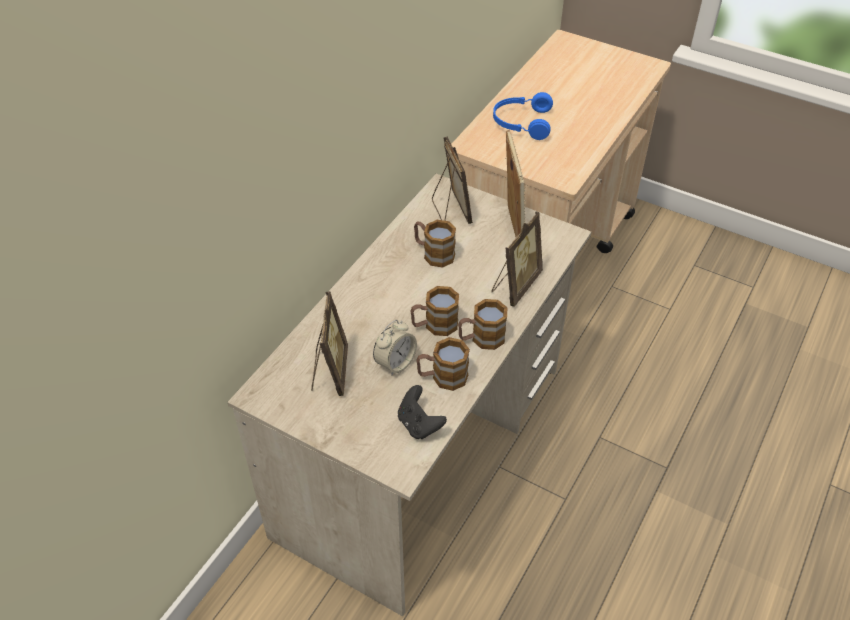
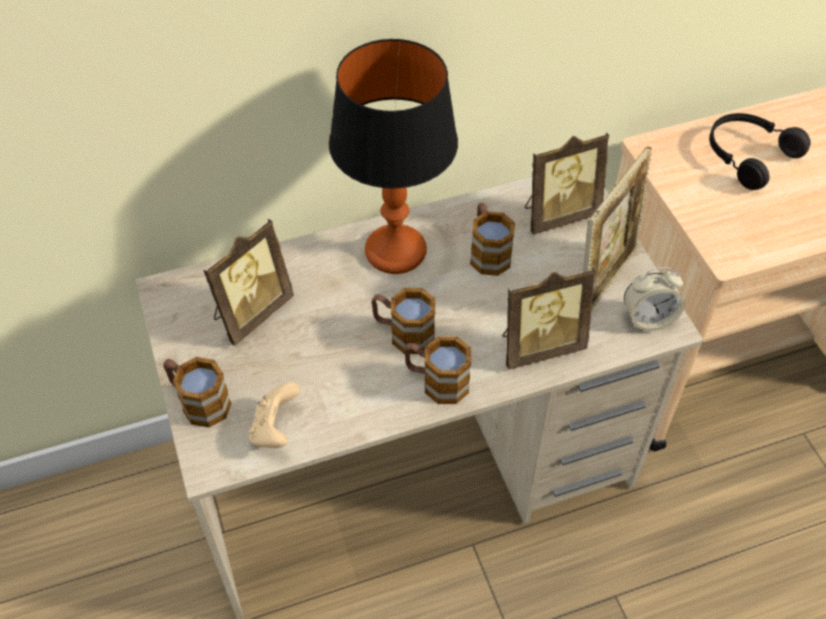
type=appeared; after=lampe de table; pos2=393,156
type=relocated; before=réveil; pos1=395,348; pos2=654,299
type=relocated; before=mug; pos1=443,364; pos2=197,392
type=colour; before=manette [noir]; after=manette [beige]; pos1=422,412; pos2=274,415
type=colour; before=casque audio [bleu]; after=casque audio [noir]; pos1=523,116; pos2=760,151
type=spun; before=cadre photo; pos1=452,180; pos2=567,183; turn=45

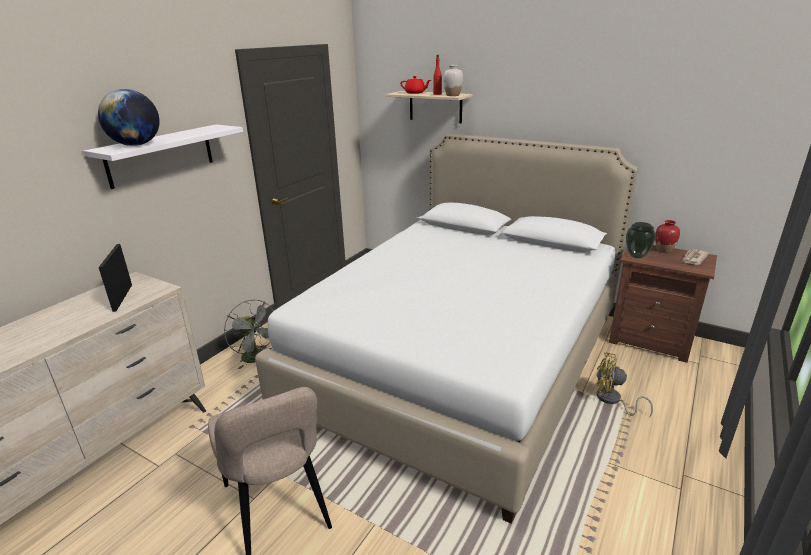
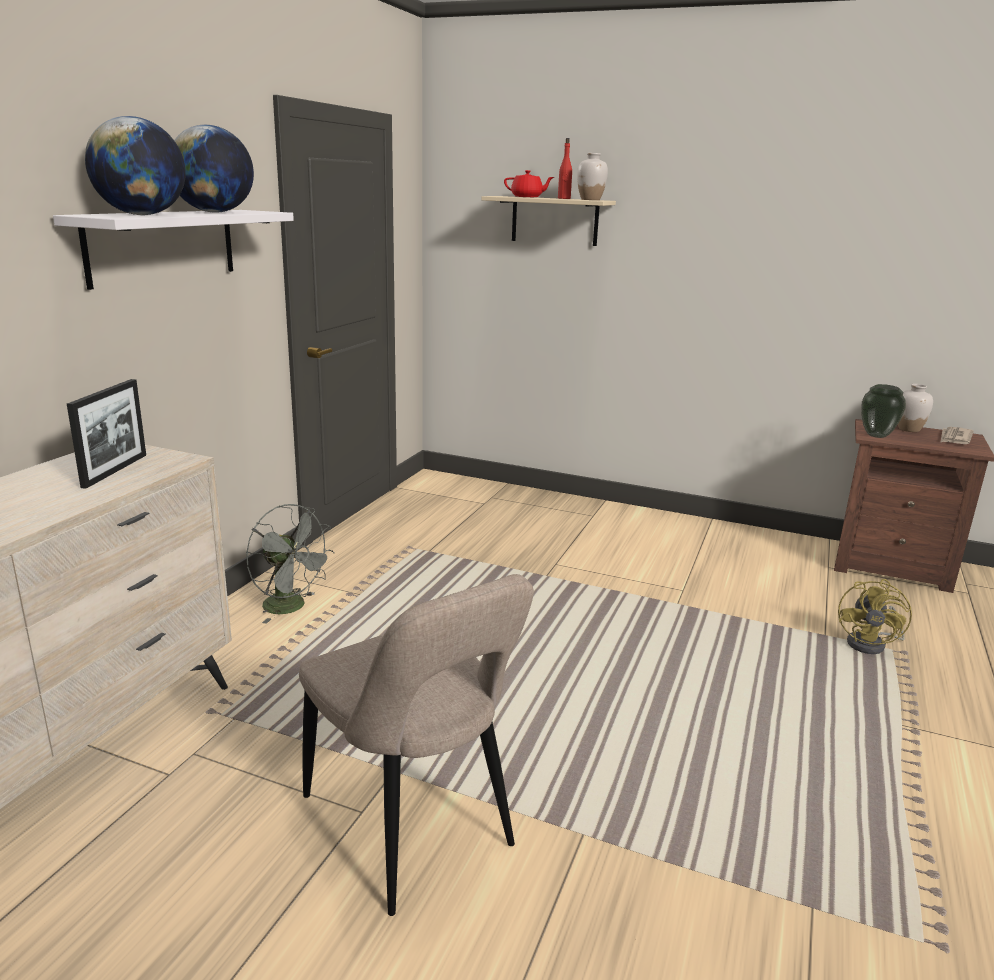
type=missing; before=lit [blanc]; pos1=446,329
type=appeared; after=globe; pos2=214,169
type=colour; before=vase [rouge]; after=vase [blanc]; pos1=667,236; pos2=915,408
type=spun; before=cadre photo; pos1=115,278; pos2=106,434; turn=-150
type=spun; before=ventilateur [jaune]; pos1=624,384; pos2=875,616; turn=-75

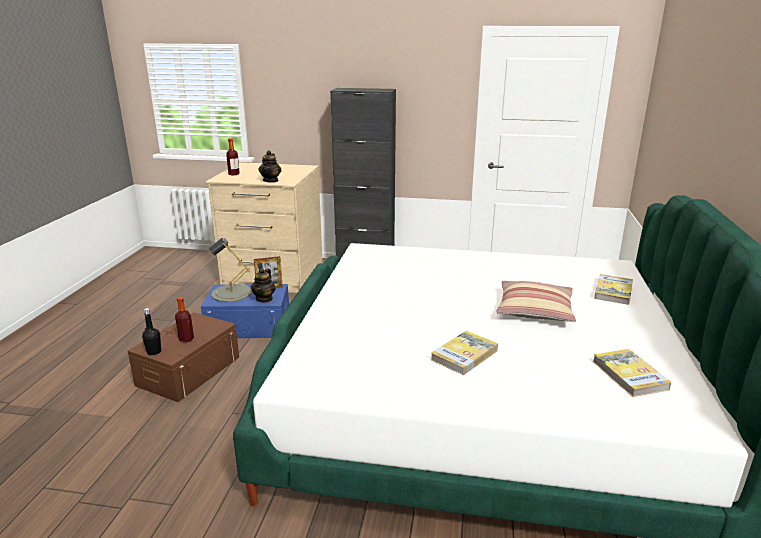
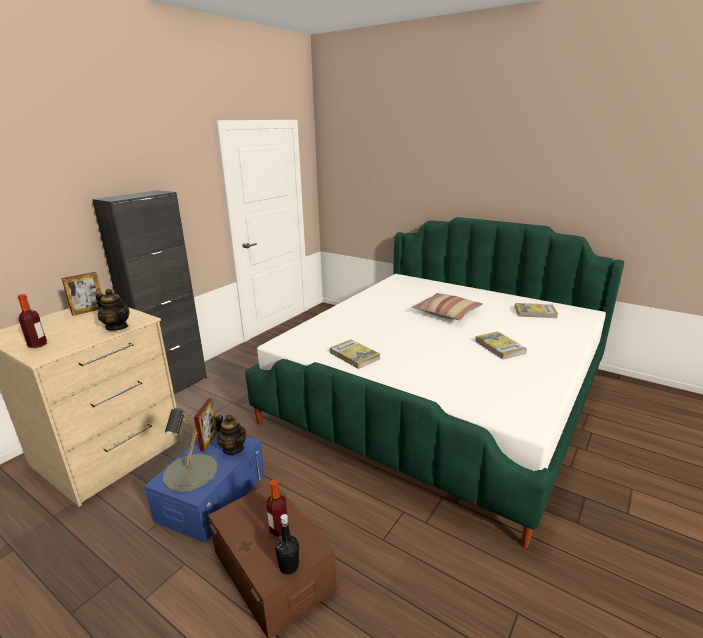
type=appeared; after=cadre photo; pos2=82,294
type=relocated; before=livre; pos1=613,289; pos2=355,354

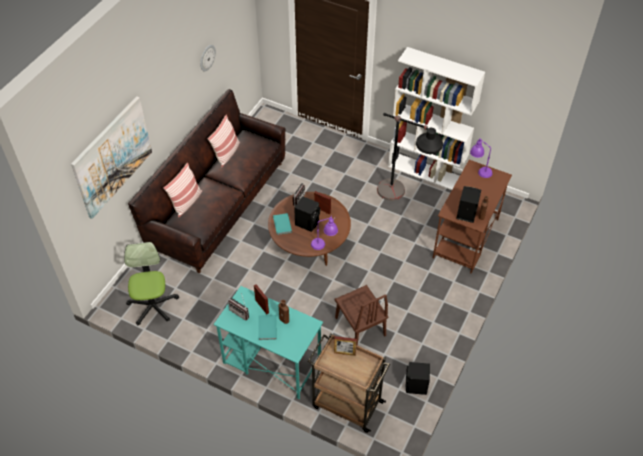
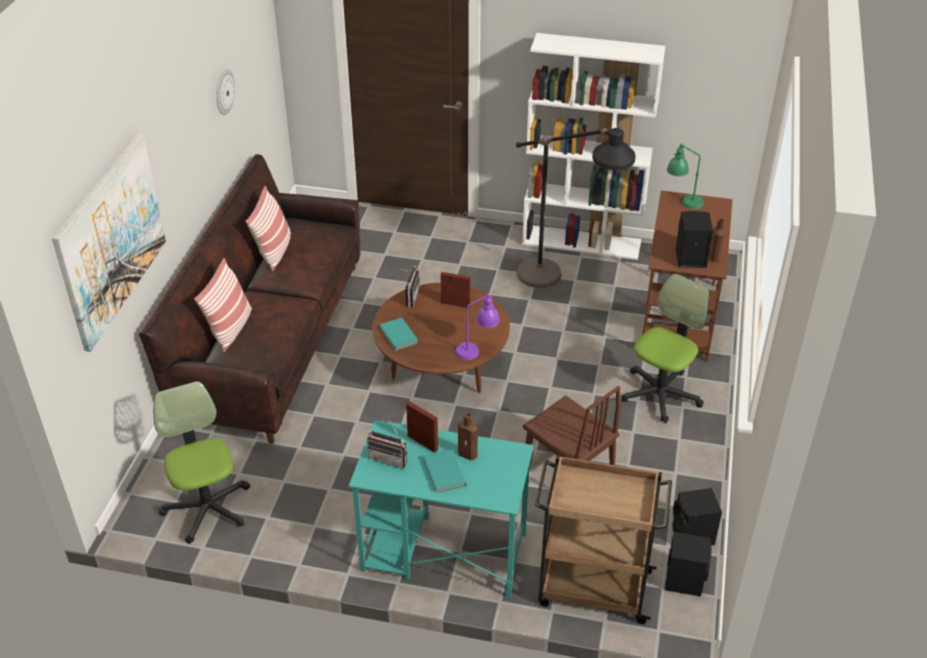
type=missing; before=cadre photo; pos1=345,346
type=appeared; after=chaise de bureau; pos2=665,348
type=relocated; before=enceinte [noir]; pos1=307,214; pos2=688,564
type=colour; before=lampe de table [violet]; after=lampe de table [vert]; pos1=481,158; pos2=685,176

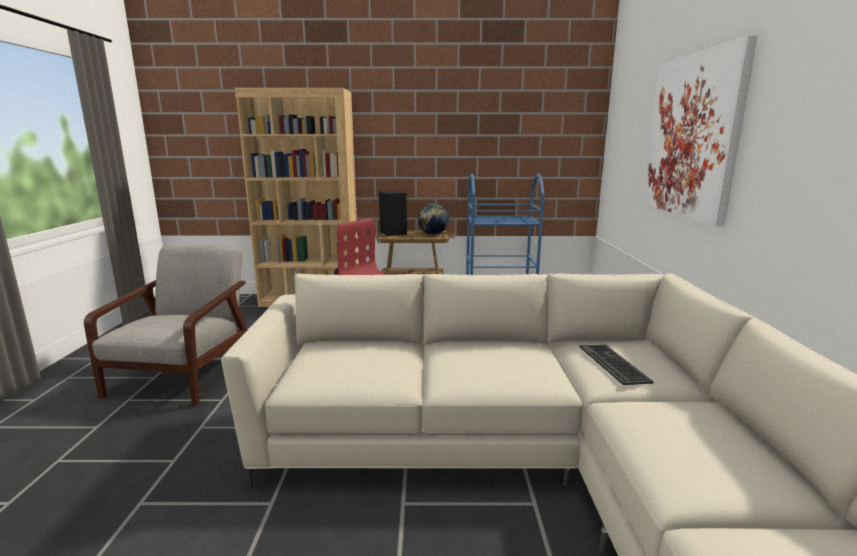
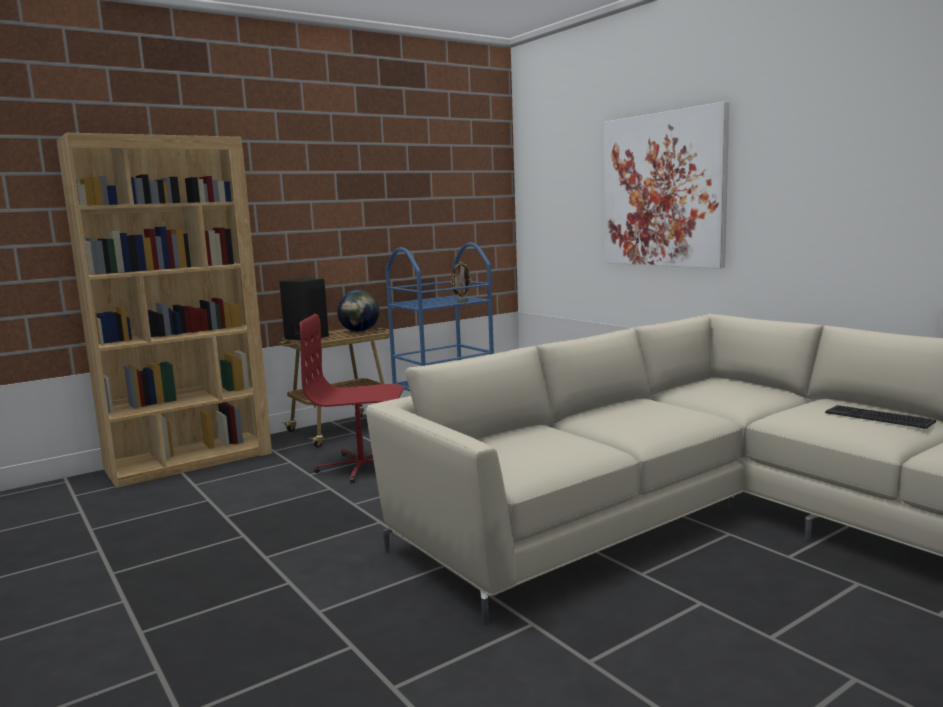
type=missing; before=fauteuil [gris]; pos1=165,325
type=appeared; after=cadre photo; pos2=461,282
type=relocated; before=clavier; pos1=616,364; pos2=880,417

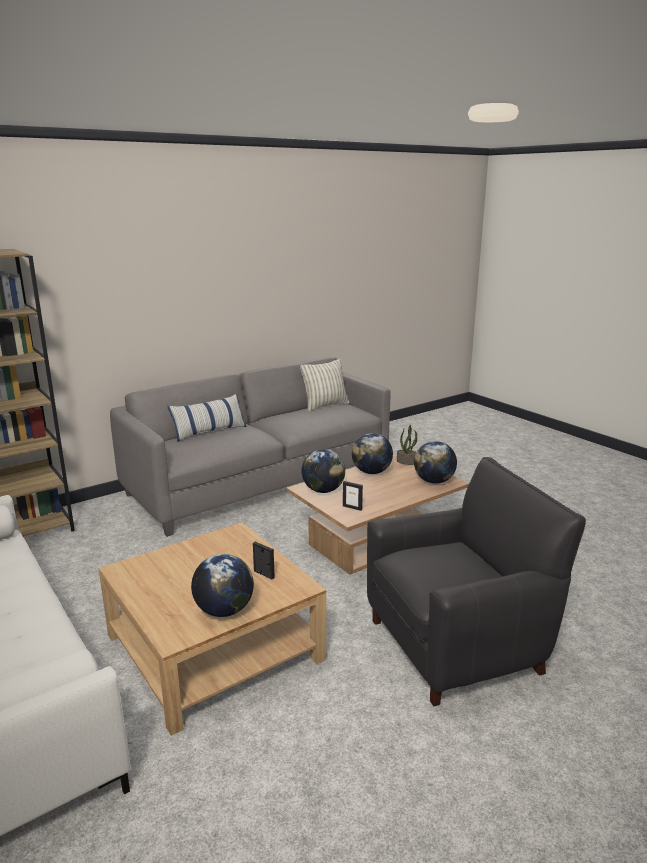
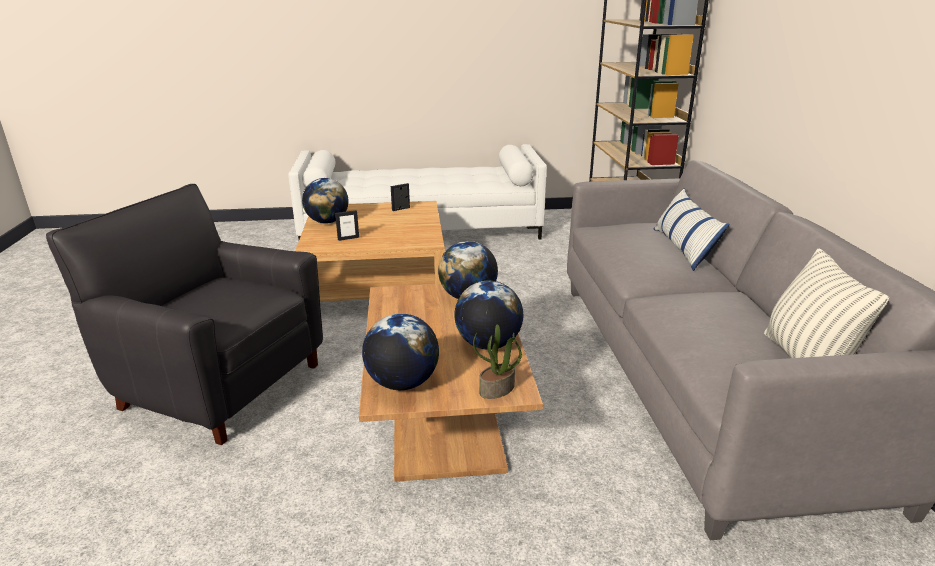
type=relocated; before=cadre photo; pos1=353,496; pos2=400,197
type=spun; before=fauteuil [noir]; pos1=476,581; pos2=184,314; turn=105

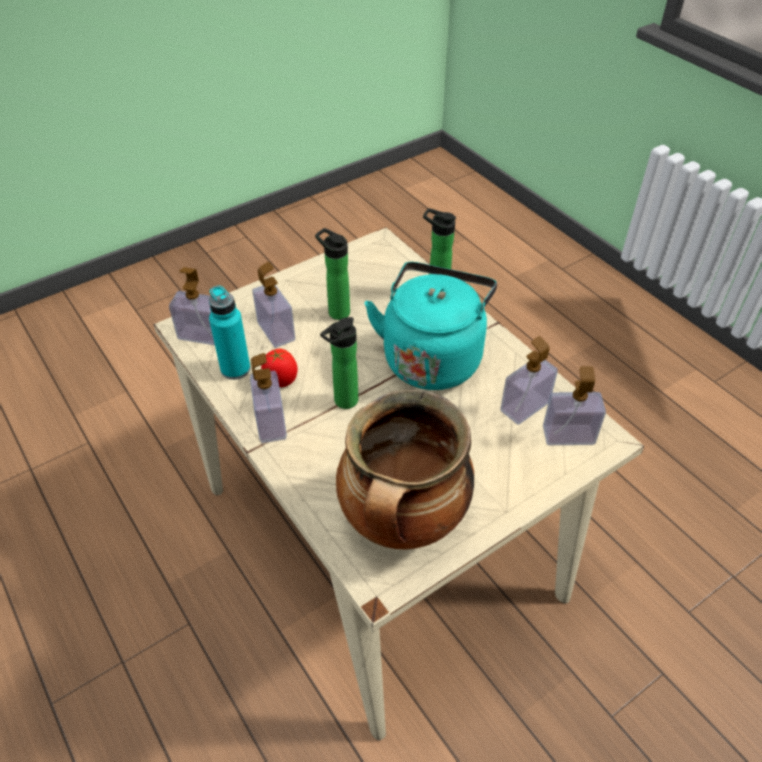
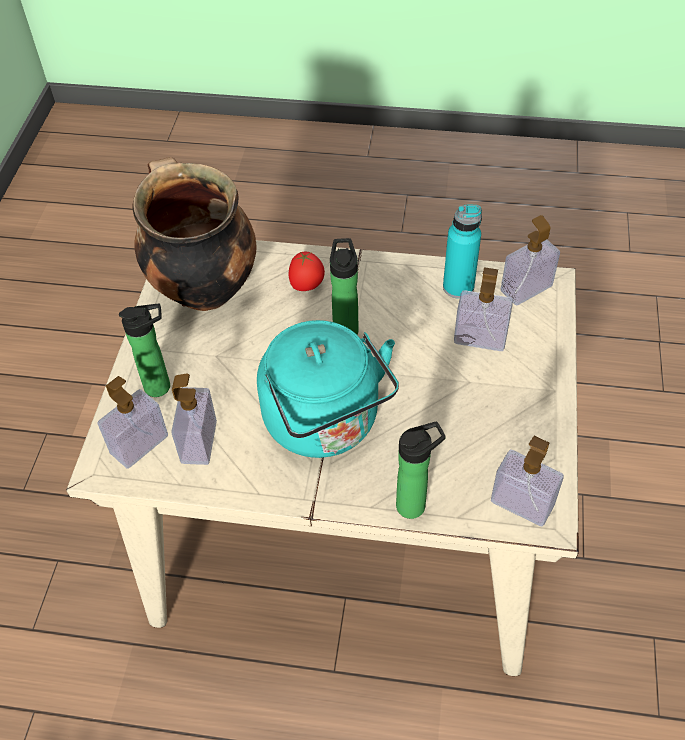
type=relocated; before=distributeur de savon; pos1=268,398; pos2=527,481
type=relocated; before=tomate; pos1=279,368; pos2=307,271
type=relocated; before=bouteille; pos1=332,274; pos2=144,350

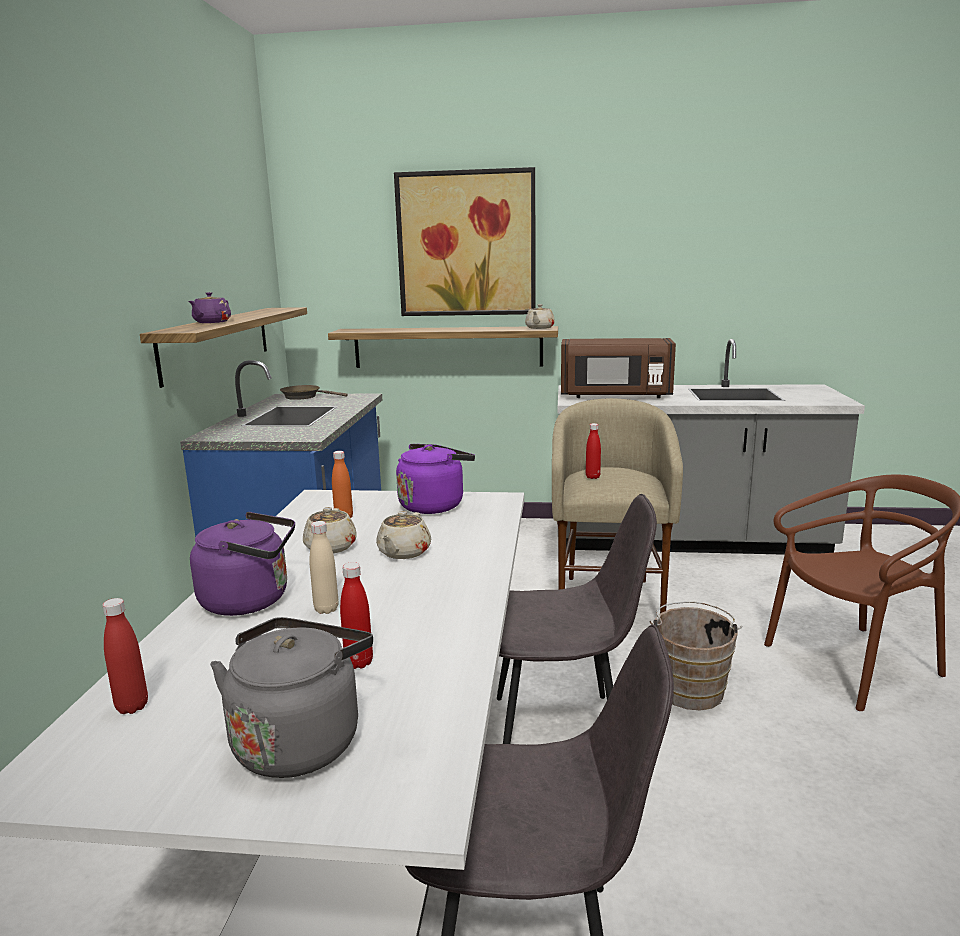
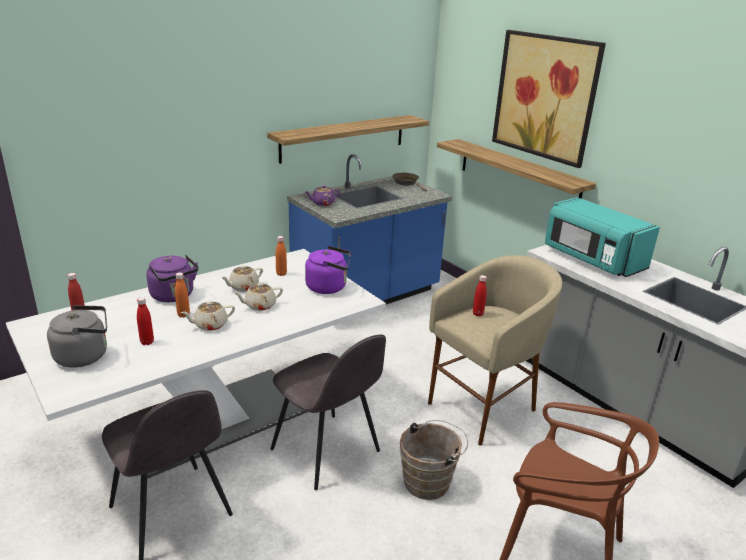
type=relocated; before=théière [violet]; pos1=210,307; pos2=322,195
type=relocated; before=théière [beige]; pos1=540,316; pos2=208,316
type=colour; before=bouteille [beige]; after=bouteille [orange]; pos1=324,567; pos2=182,295
type=colour; before=micro-ondes [marron]; after=micro-ondes [turquoise]; pos1=618,368; pos2=602,237

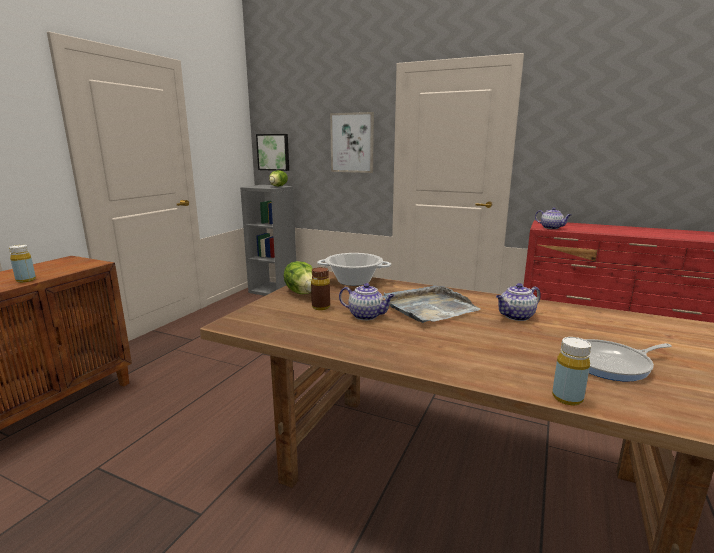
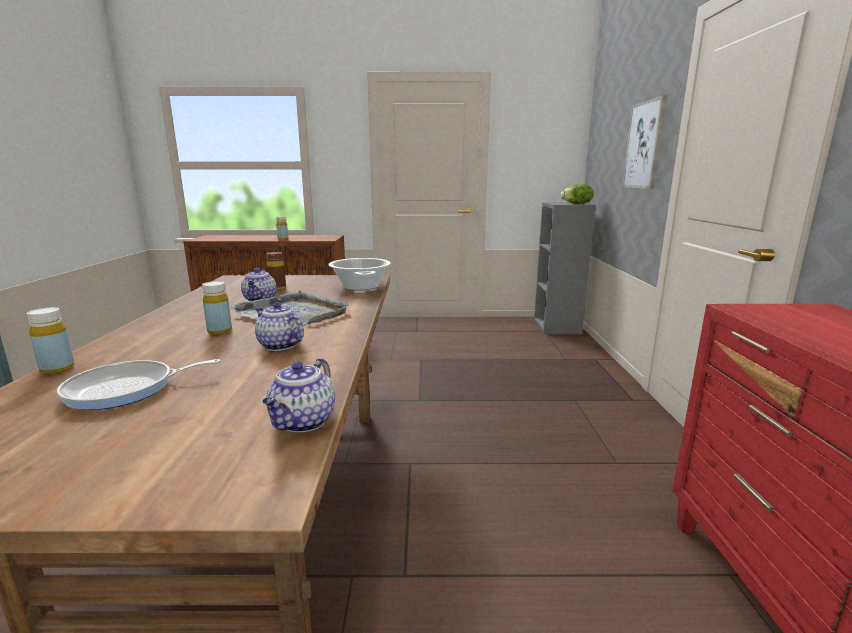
type=missing; before=tableau; pos1=272,152
type=missing; before=laitue; pos1=298,277
type=appeared; after=bouteille [jaune]; pos2=217,308
type=relocated; before=théière; pos1=553,218; pos2=298,395
type=spun; before=poêle; pos1=628,360; pos2=138,384; turn=-75

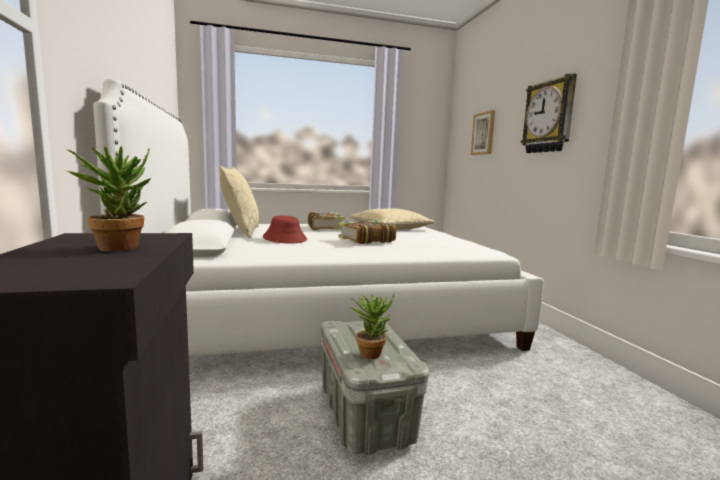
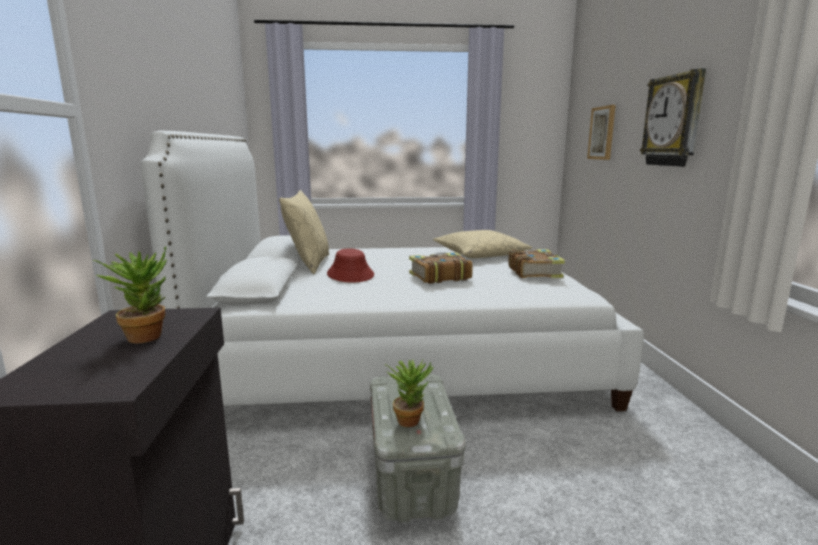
type=relocated; before=livre; pos1=328,221; pos2=536,263

